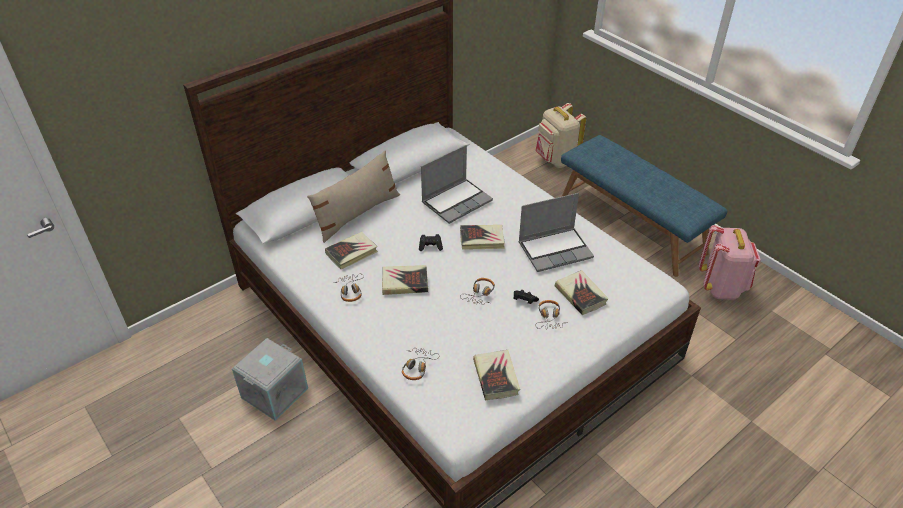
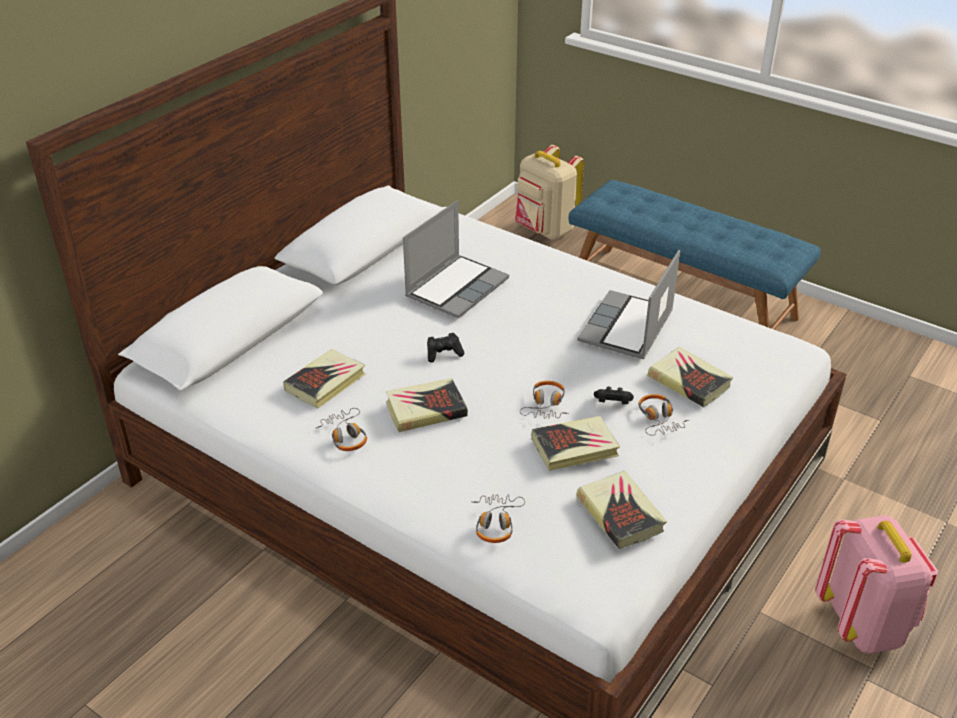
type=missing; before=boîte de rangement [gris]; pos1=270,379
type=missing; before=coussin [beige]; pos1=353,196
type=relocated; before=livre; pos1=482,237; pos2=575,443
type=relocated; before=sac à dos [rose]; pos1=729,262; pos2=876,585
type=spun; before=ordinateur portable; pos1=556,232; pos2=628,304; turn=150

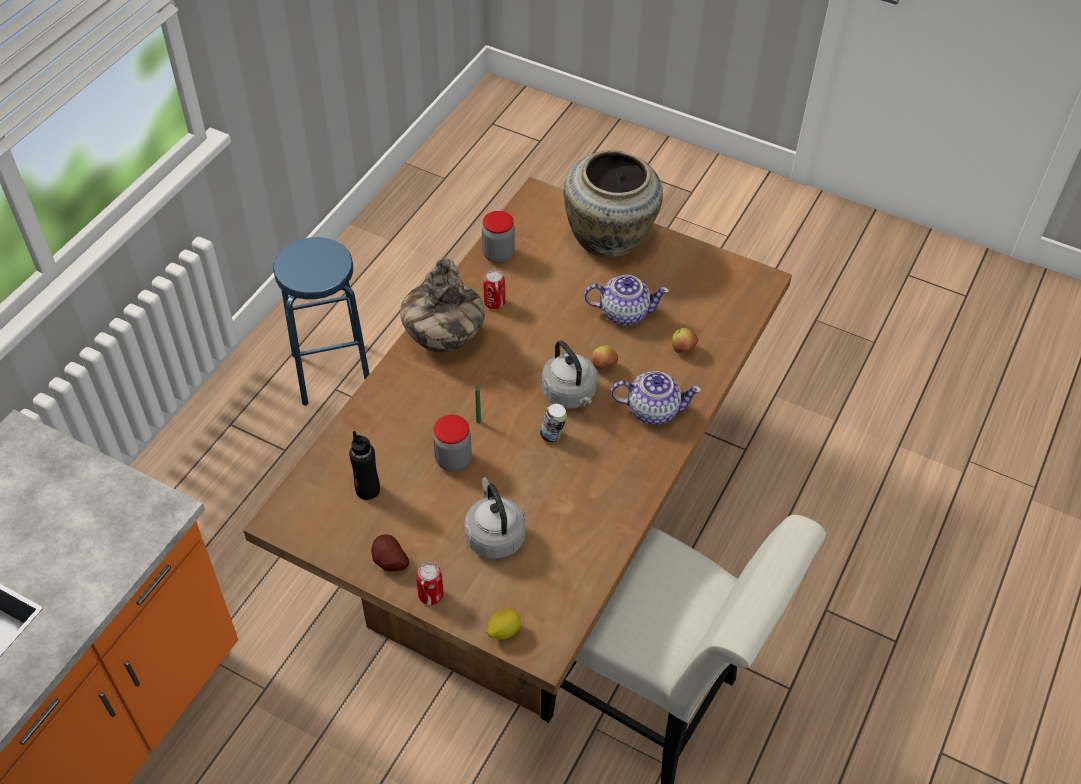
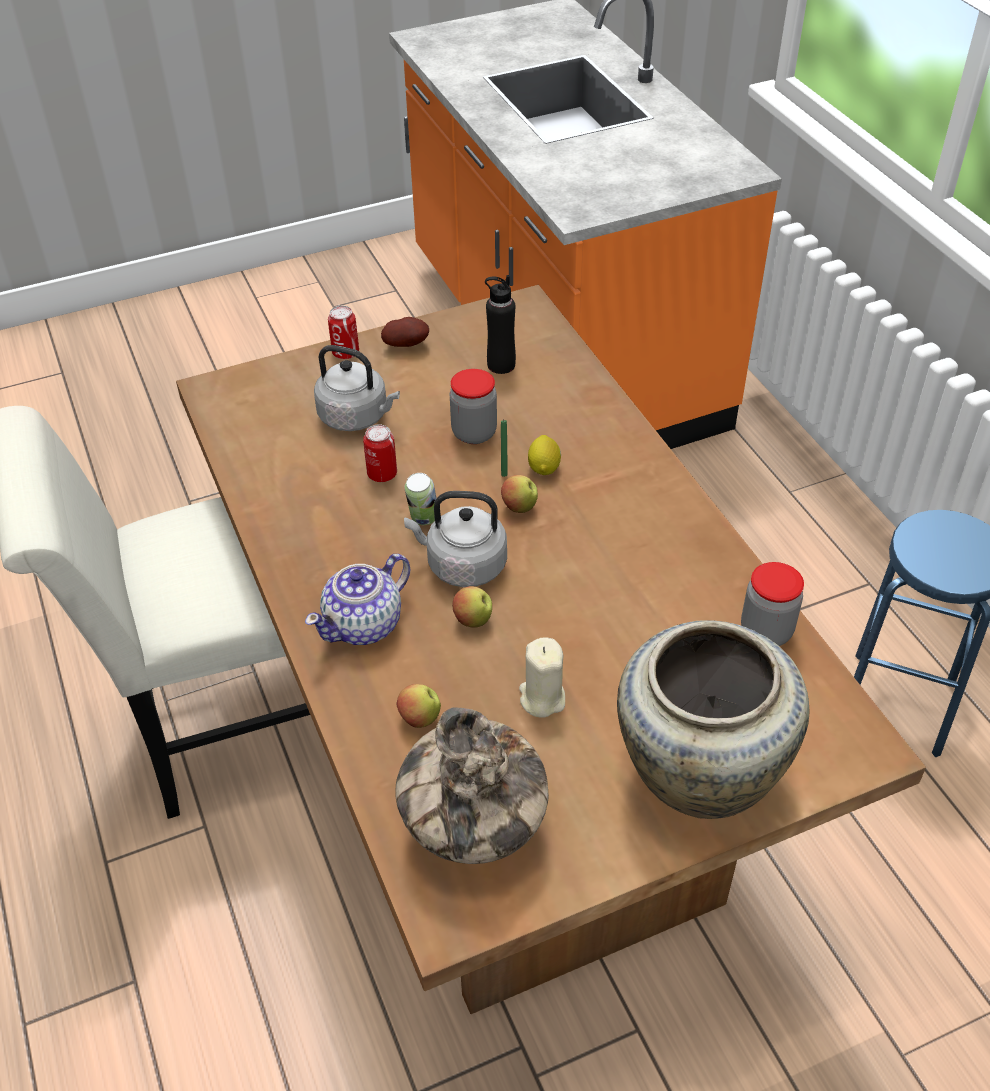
type=appeared; after=pomme; pos2=519,494
type=relocated; before=vase; pos1=442,305; pos2=472,785
type=relocated; before=boîte métallique; pos1=494,289; pos2=380,453
type=relocated; before=citron; pos1=503,624; pos2=544,455
type=exchanged; before=théière; after=bougie [beige]; pos1=626,300; pos2=542,677

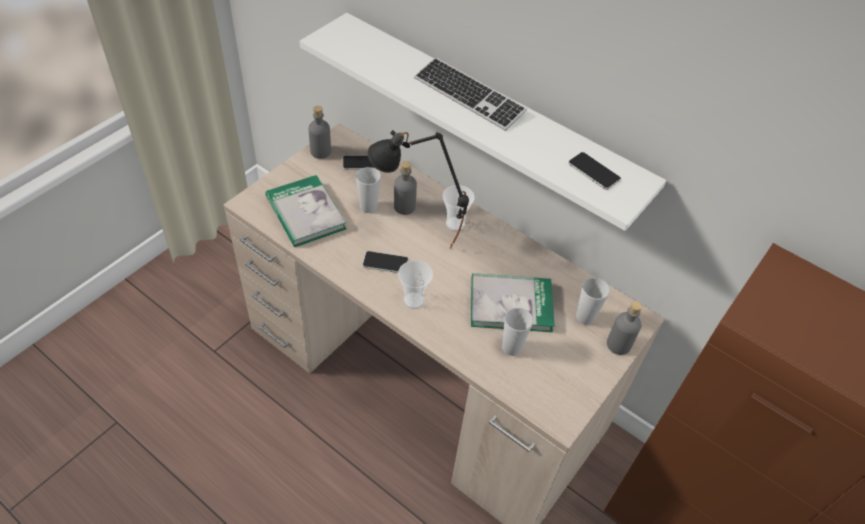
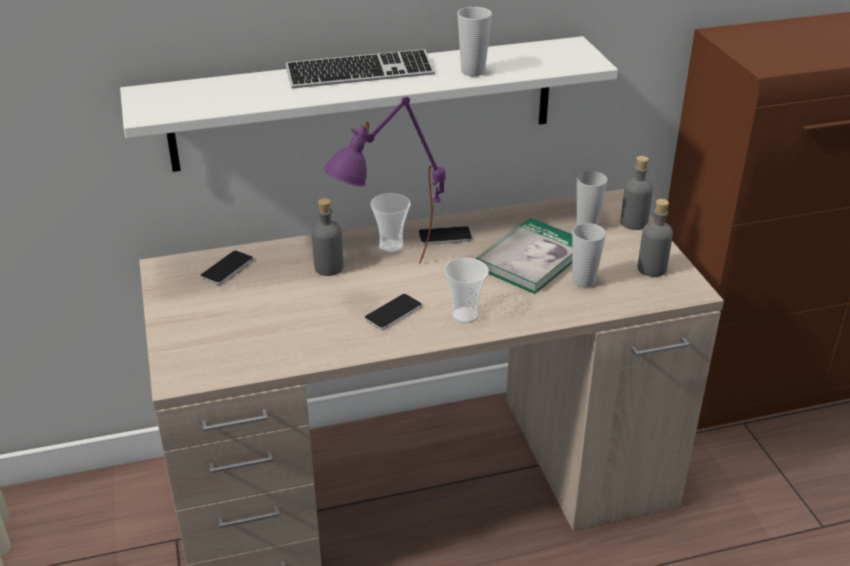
type=missing; before=livre; pos1=305,211
type=relocated; before=bouteille [gris]; pos1=319,132; pos2=655,238
type=relocated; before=tasse; pos1=368,190; pos2=474,41
type=relocated; before=téléphone; pos1=594,171; pos2=445,235
type=colour; before=lampe de table [noir]; after=lampe de table [violet]; pos1=418,189; pos2=384,180

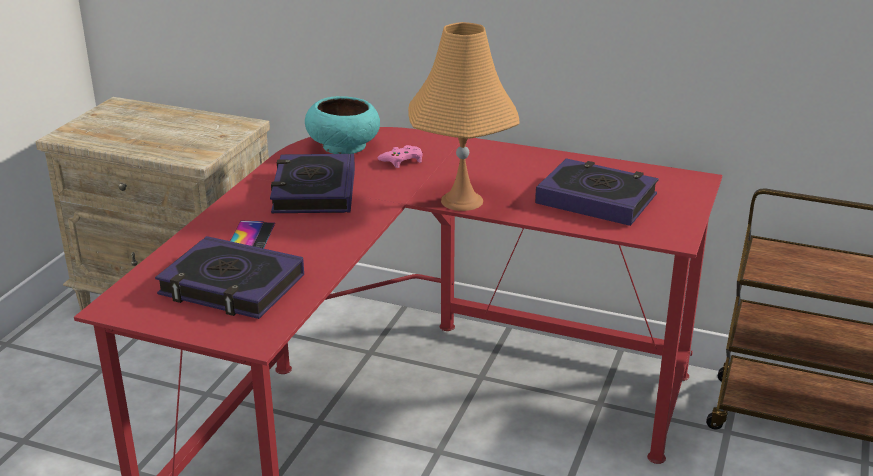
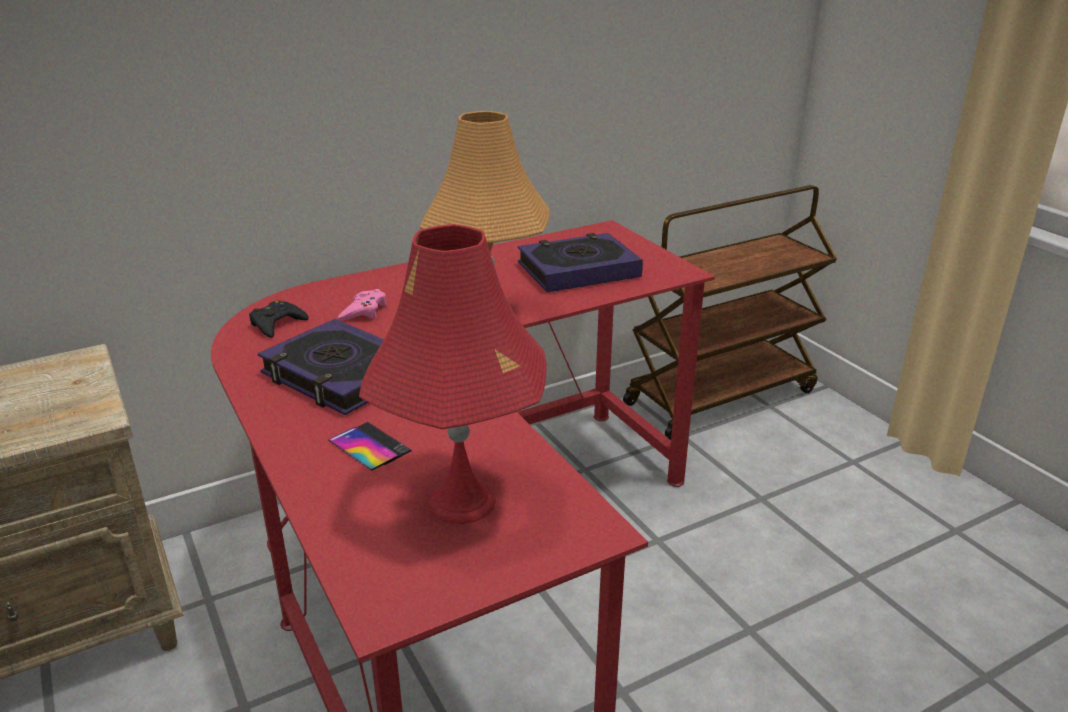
type=exchanged; before=livre; after=lampe de table [rouge]; pos1=229,277; pos2=453,374
type=exchanged; before=bol [turquoise]; after=manette [noir]; pos1=342,125; pos2=279,319

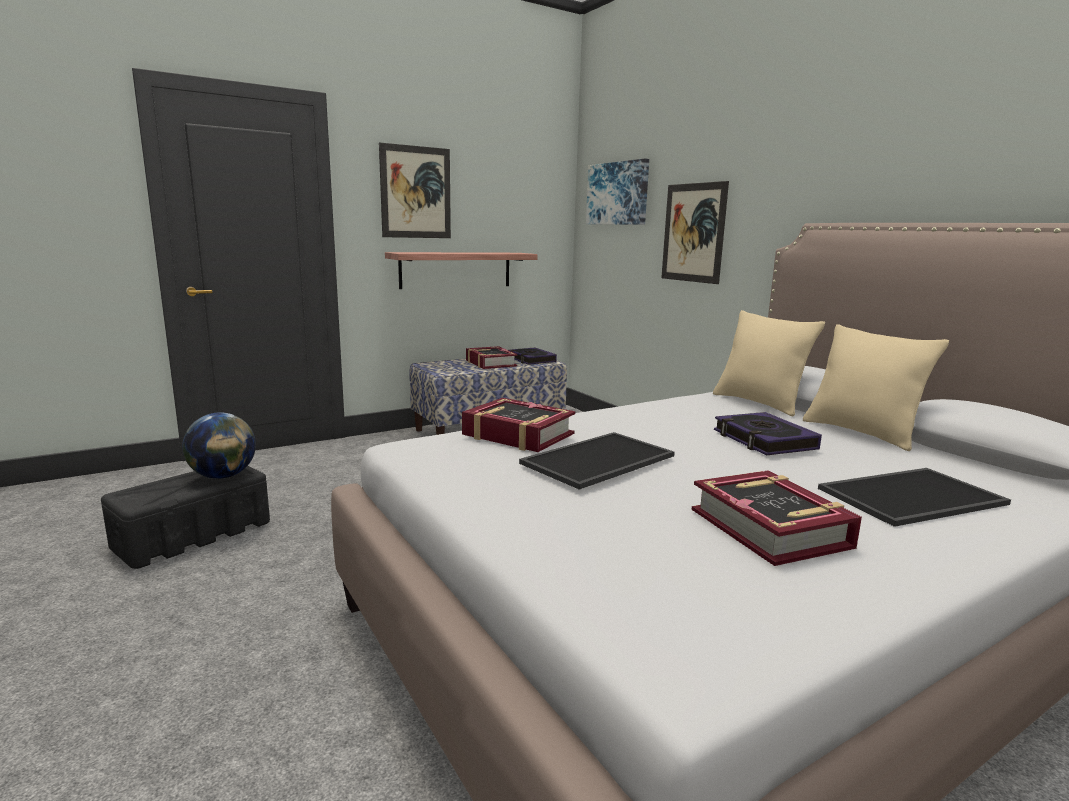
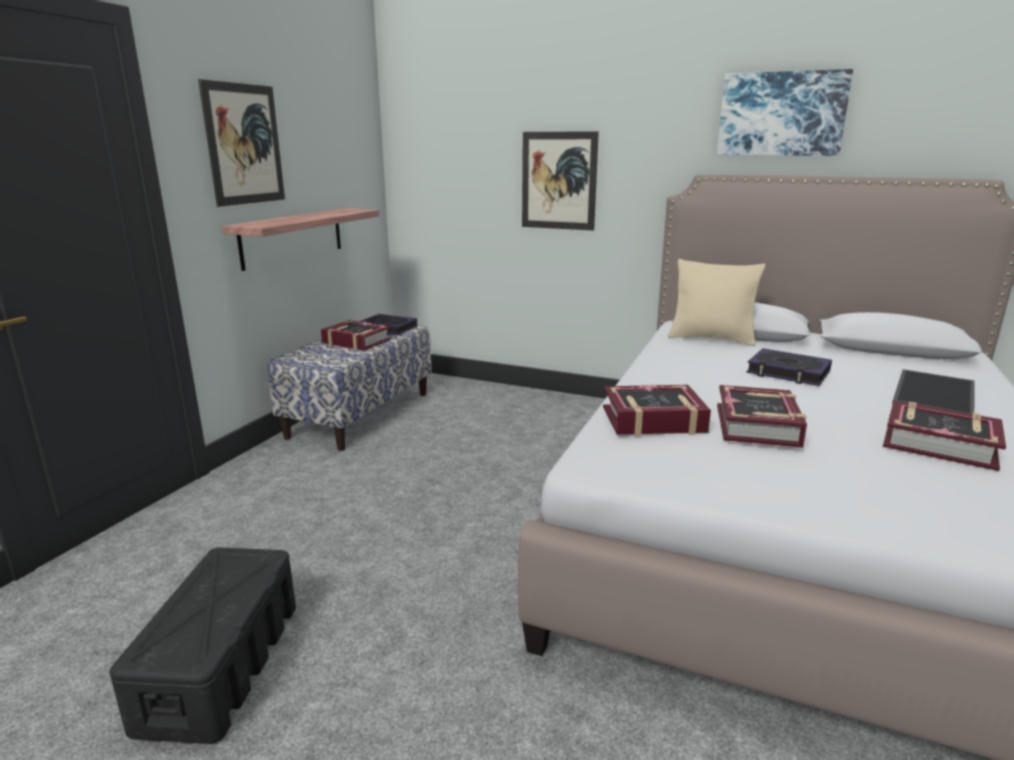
type=missing; before=globe; pos1=219,445
type=missing; before=coussin [beige]; pos1=876,387
type=relocated; before=tableau; pos1=617,192; pos2=785,112
type=exchanged; before=plateau; after=livre; pos1=597,461; pos2=762,416

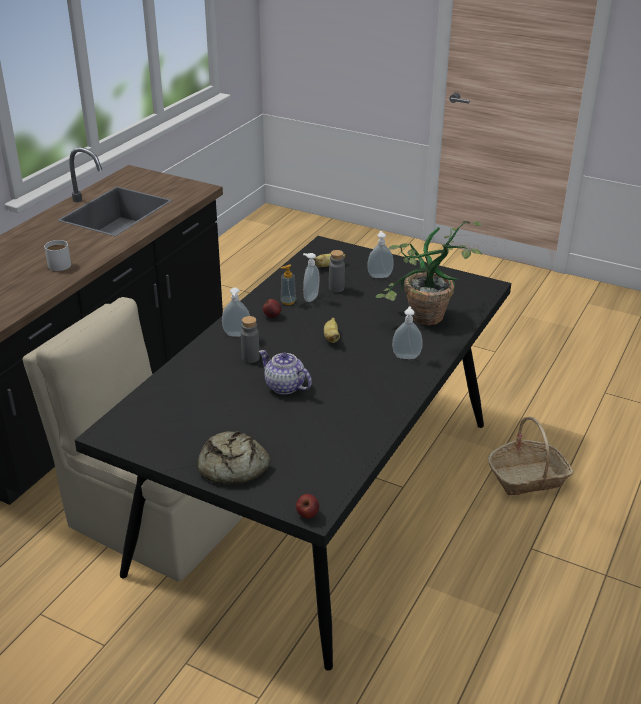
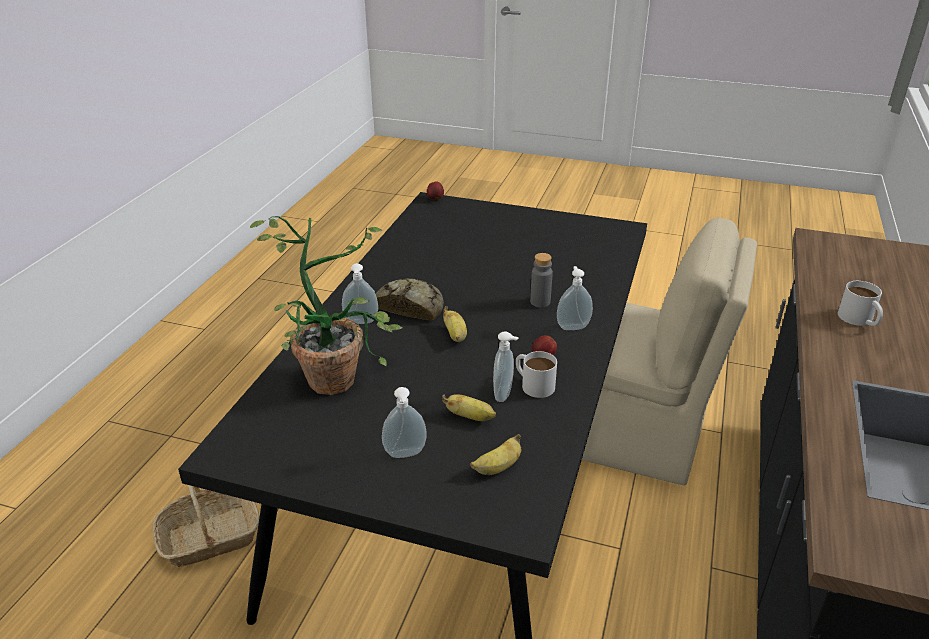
type=missing; before=théière; pos1=285,372
type=relocated; before=pain; pos1=234,457; pos2=410,299
type=exchanged; before=distributeur de savon; after=mug [blanc]; pos1=288,284; pos2=536,374
type=exchanged; before=bouteille [gris]; after=banane; pos1=337,271; pos2=469,407

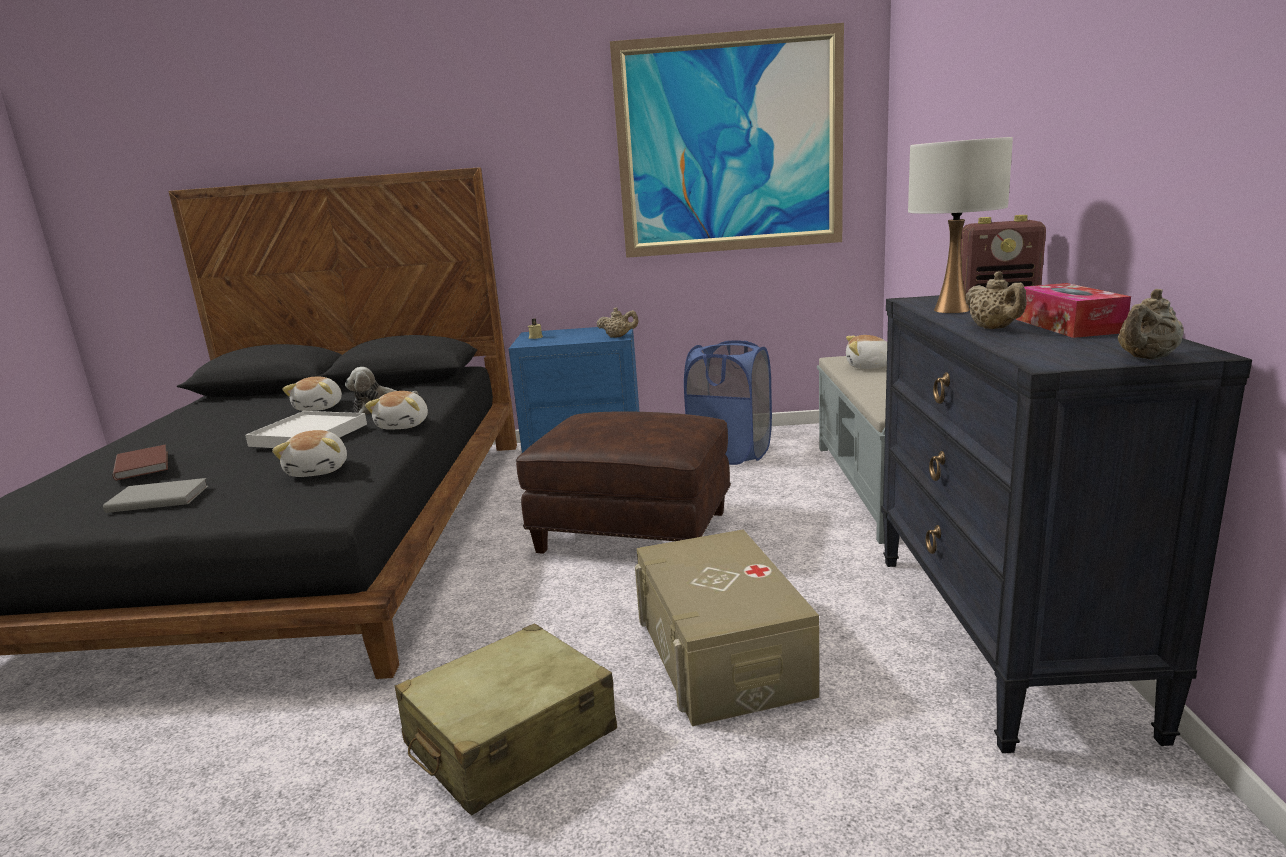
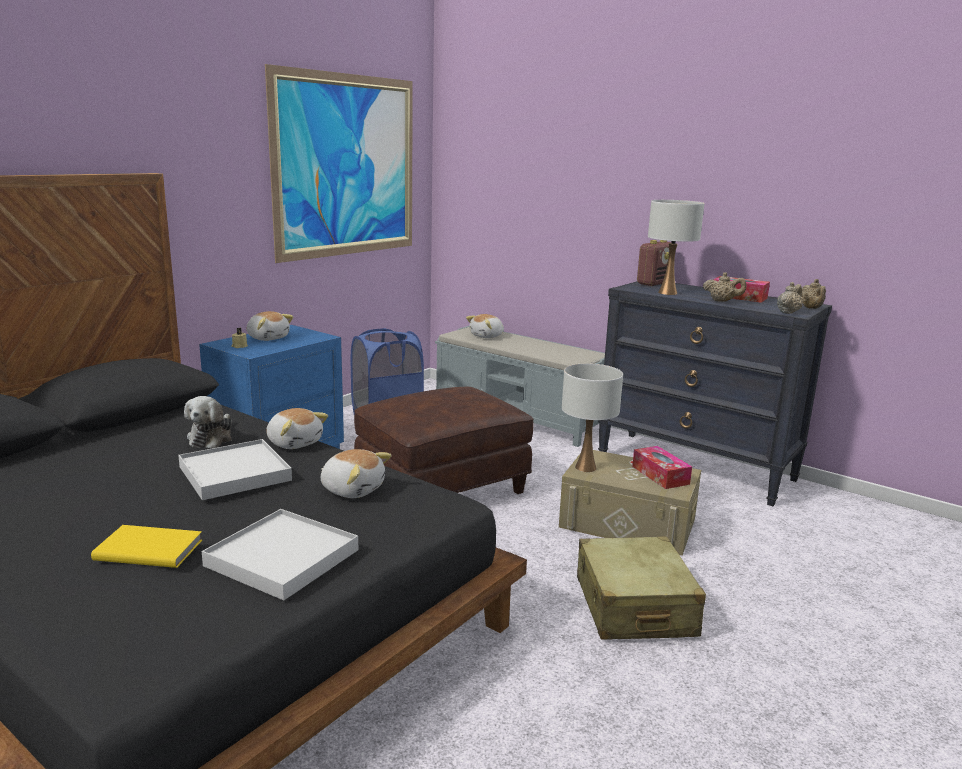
type=appeared; after=lampe de table [blanc]; pos2=592,417
type=appeared; after=boîte à mouchoirs; pos2=662,467
type=relocated; before=peluche; pos1=312,394; pos2=269,326
type=relocated; before=théière [beige]; pos1=618,322; pos2=790,298
type=exchanged; before=livre [gris]; after=plateau [blanc]; pos1=155,495; pos2=280,555
type=colour; before=livre [marron]; after=livre [jaune]; pos1=140,462; pos2=146,546

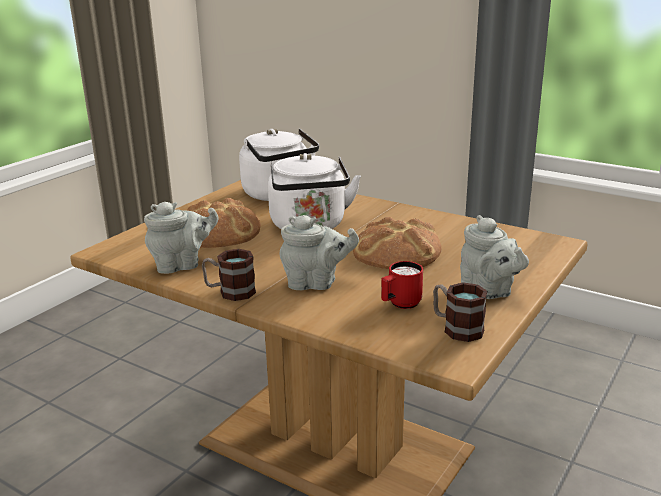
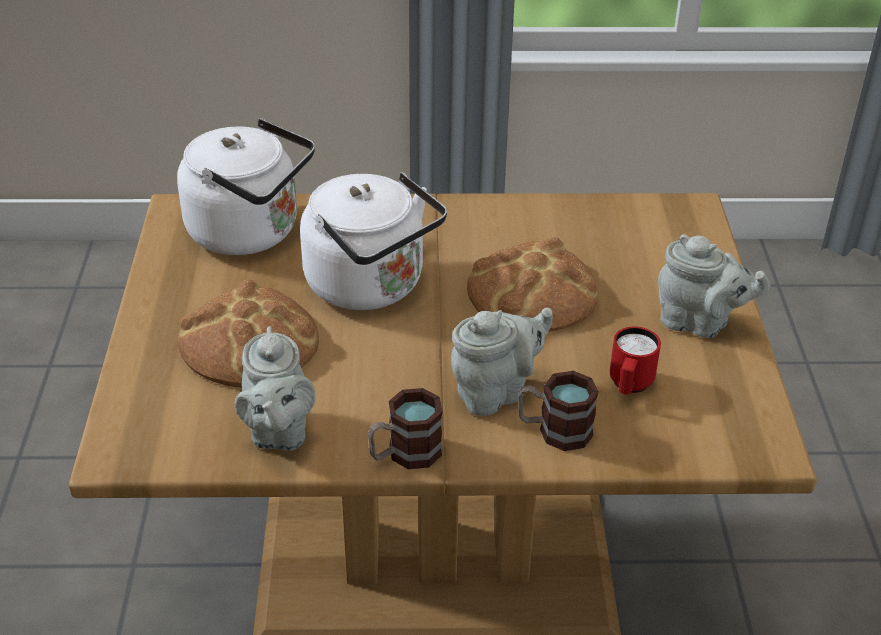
type=relocated; before=mug; pos1=460,312; pos2=558,411
type=spun; before=théière [gris]; pos1=181,238; pos2=274,388; turn=135

